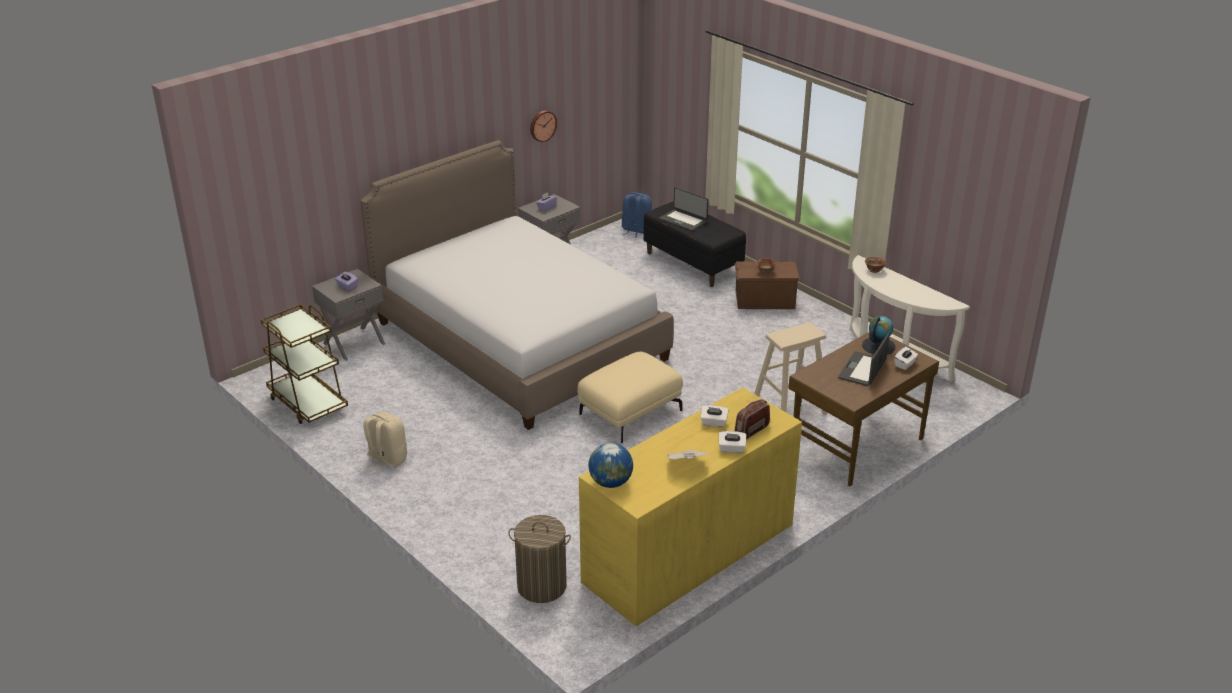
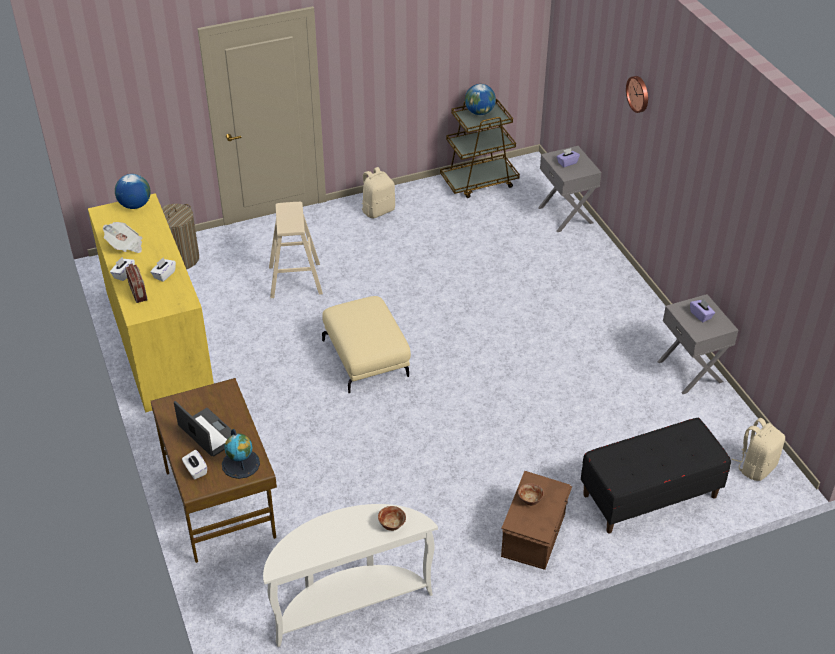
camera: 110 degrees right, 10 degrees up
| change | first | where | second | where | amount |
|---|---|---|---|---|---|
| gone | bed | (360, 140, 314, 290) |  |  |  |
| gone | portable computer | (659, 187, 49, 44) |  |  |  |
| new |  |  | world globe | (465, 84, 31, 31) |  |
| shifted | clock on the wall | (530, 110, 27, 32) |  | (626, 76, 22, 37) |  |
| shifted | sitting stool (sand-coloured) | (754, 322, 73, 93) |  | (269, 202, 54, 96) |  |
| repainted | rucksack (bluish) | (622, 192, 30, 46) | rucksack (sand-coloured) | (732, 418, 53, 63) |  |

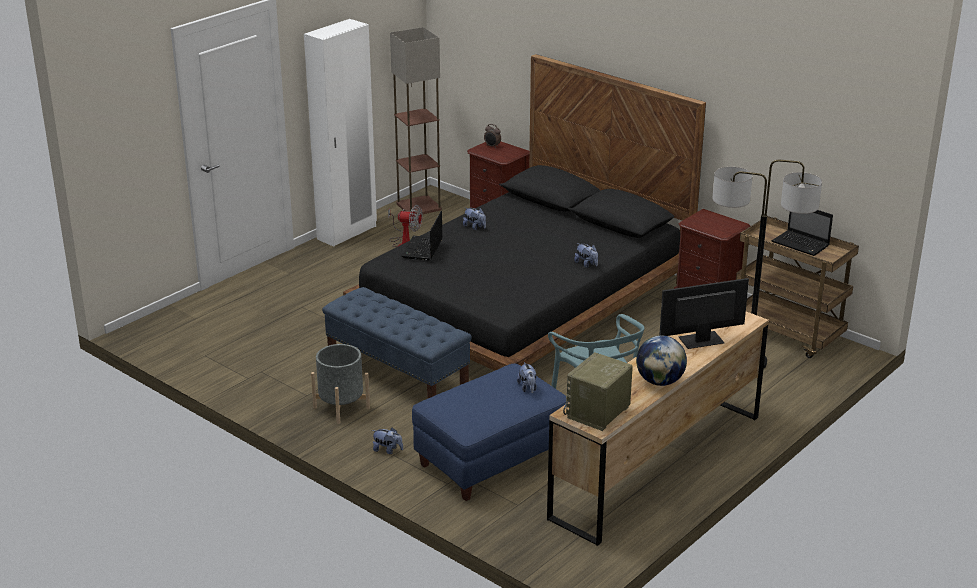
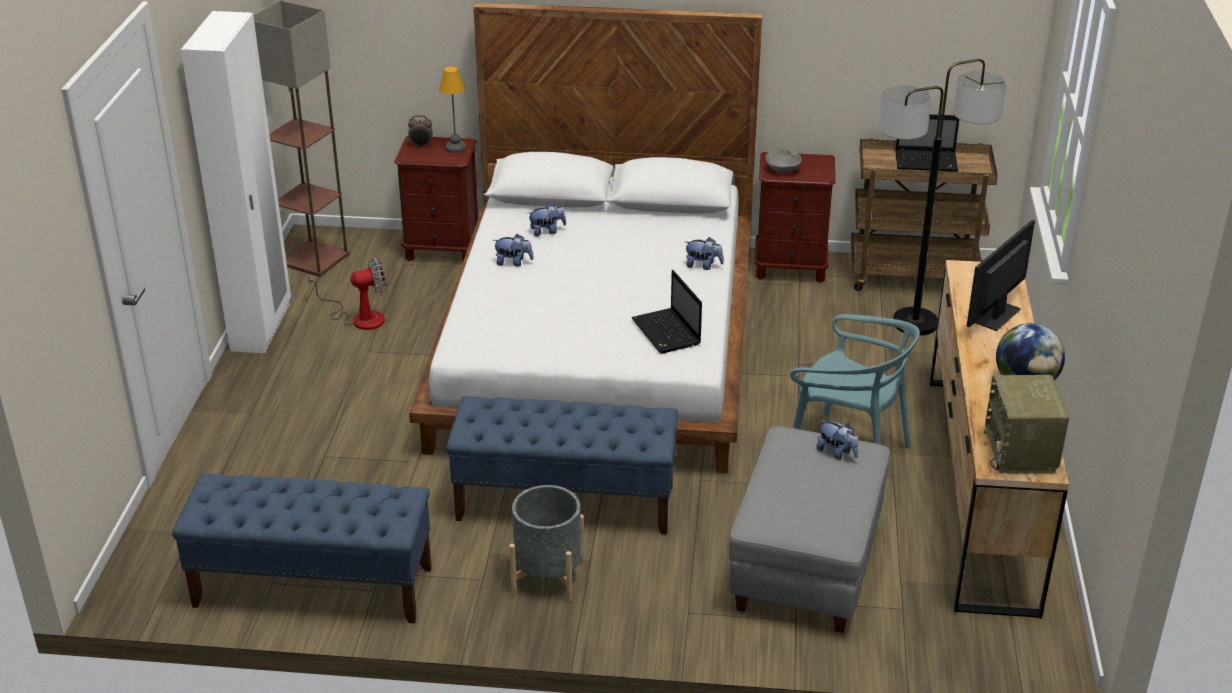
camera: 35 degrees left, 5 degrees up
| change | first | where | second | where | amount |
|---|---|---|---|---|---|
| new |  |  | indoor bench (bluish) | (172, 473, 260, 151) |  |
| new |  |  | lamp for a table | (440, 67, 26, 86) |  |
| new |  |  | bowl (gray) | (765, 149, 36, 24) |  |
| shifted | cuddly toy | (372, 427, 31, 27) |  | (529, 203, 37, 33) |  |
| shifted | portable computer | (402, 211, 40, 50) |  | (631, 270, 71, 84) |  |
| repainted | bed (blackish) | (343, 54, 363, 317) | bed (whitish) | (409, 3, 353, 470) |  |
| repainted | pouffe (bluish) | (412, 363, 154, 138) | pouffe (gray) | (729, 426, 161, 207) |  |

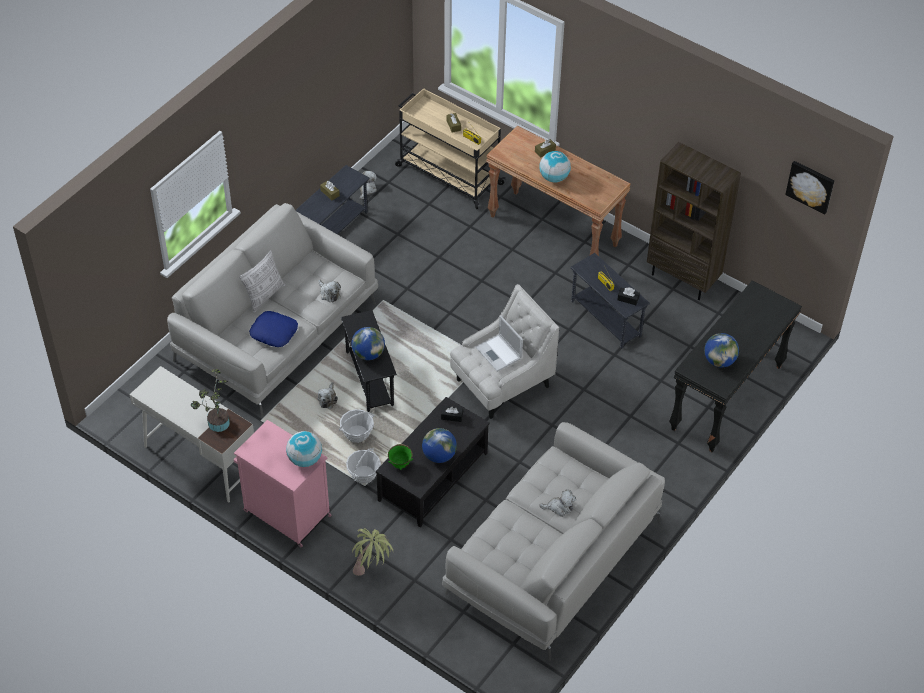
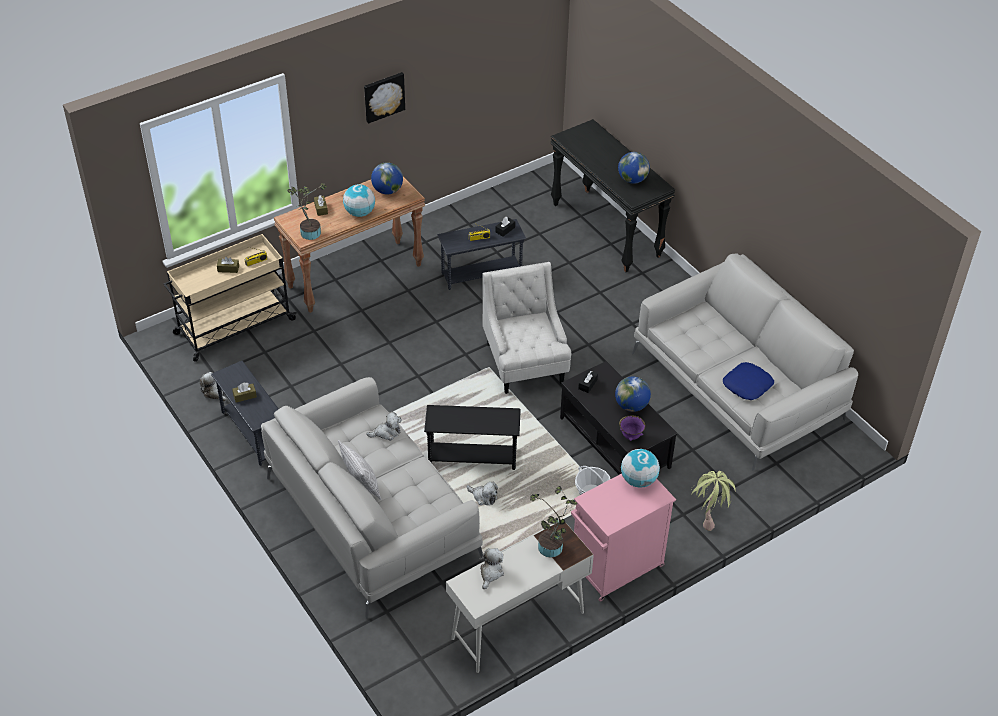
camera: 70 degrees left, 5 degrees down
| change | first | where | second | where | amount |
|---|---|---|---|---|---|
| gone | household basket | (339, 409, 35, 34) |  |  |  |
| gone | portable computer | (476, 315, 47, 57) |  |  |  |
| gone | bookshelf (brown-coloured) | (647, 142, 94, 158) |  |  |  |
| new |  |  | potted plant | (287, 183, 39, 57) |  |
| shifted | throw pillow (bluish) | (249, 311, 49, 36) |  | (723, 362, 51, 38) |  |
| shifted | world globe | (352, 327, 33, 33) |  | (371, 162, 32, 33) |  |
| shifted | cuddly toy | (539, 489, 37, 28) |  | (479, 548, 25, 41) |  |
| shifted | wall art | (785, 161, 50, 53) |  | (364, 72, 41, 52) |  |
| repainted | bowl (green-coloured) | (388, 444, 25, 26) | bowl (purplish) | (619, 415, 27, 26) |  |

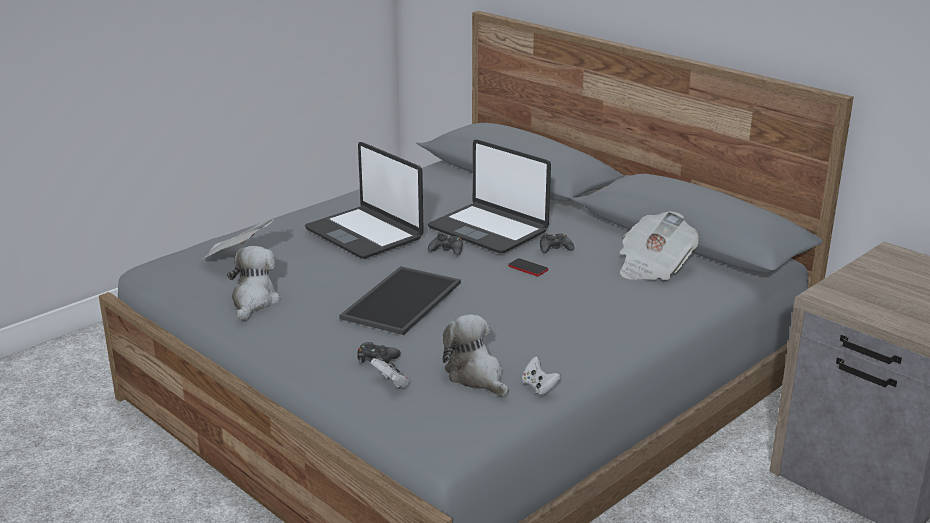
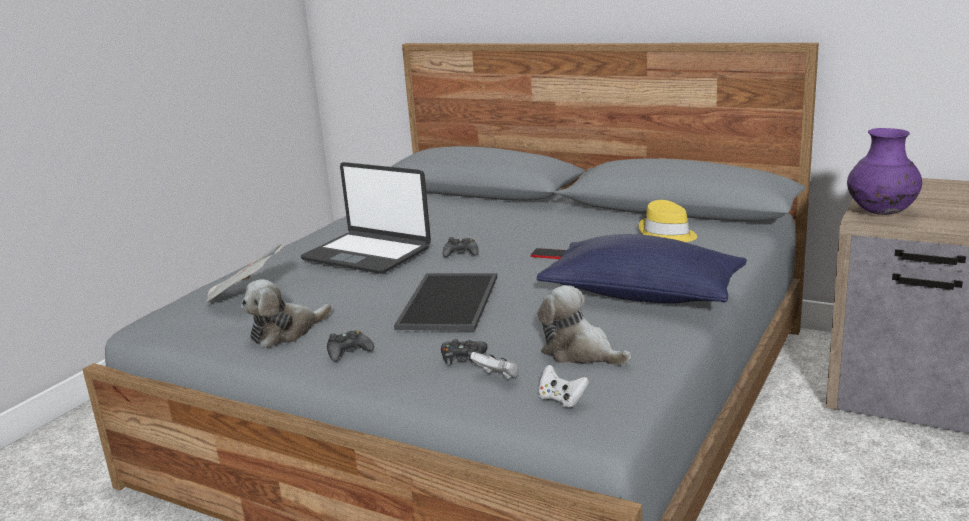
camera: 15 degrees left, 5 degrees down
| change | first | where | second | where | amount |
|---|---|---|---|---|---|
| gone | portable computer | (428, 139, 123, 114) |  |  |  |
| new |  |  | throw pillow (bluish) | (536, 234, 211, 69) |  |
| new |  |  | flower vase (purplish) | (847, 128, 75, 87) |  |
| shifted | joypad (whitish) | (522, 356, 39, 39) |  | (539, 364, 50, 44) |  |
| shifted | joypad (blackish) | (540, 233, 34, 20) |  | (327, 330, 47, 31) |  |
| swapped | printed paper | (619, 211, 80, 70) | hat (yellow-coloured) | (639, 200, 58, 42) |  |
| rotated | cuddly toy | (227, 246, 53, 75) |  | (241, 279, 91, 69) | 120 degrees counterclockwise |

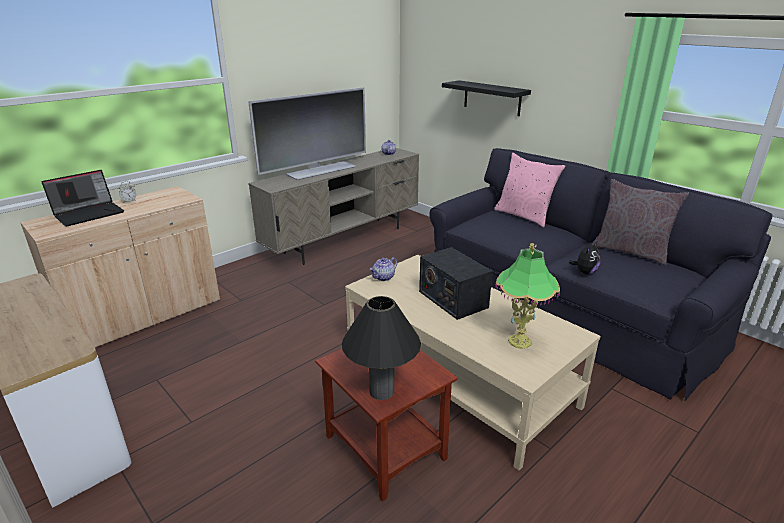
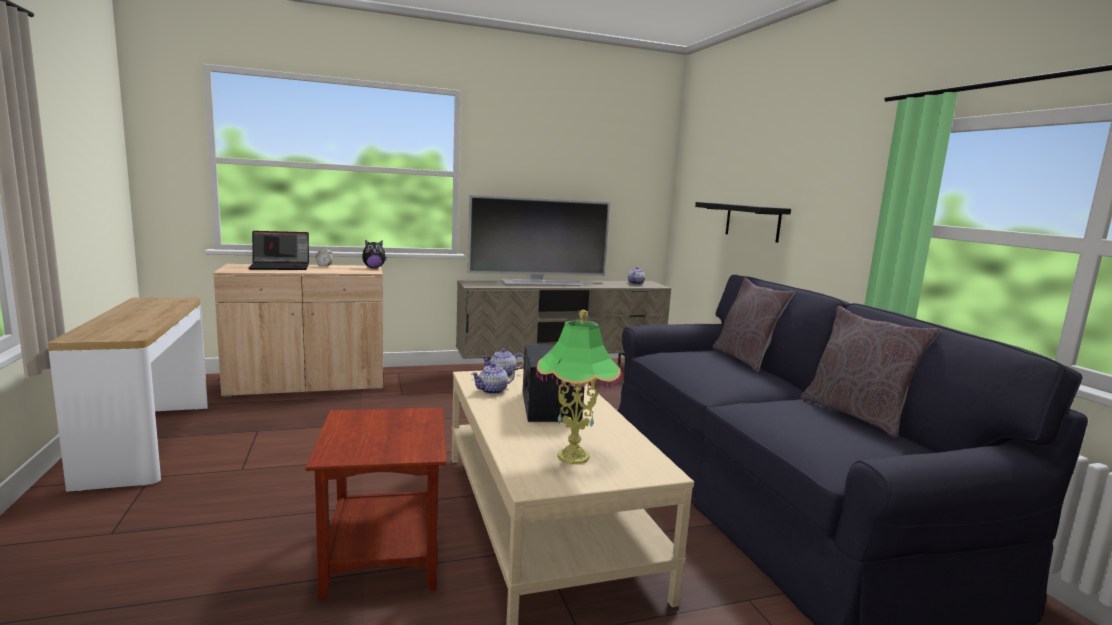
camera: 25 degrees right, 15 degrees down
| change | first | where | second | where | amount |
|---|---|---|---|---|---|
| gone | lamp for a table (blackish) | (342, 296, 79, 104) |  |  |  |
| new |  |  | tea pot | (471, 363, 44, 31) |  |
| shifted | cuddly toy | (569, 242, 32, 32) |  | (362, 240, 25, 28) |  |
| repainted | throw pillow (pink) | (494, 153, 71, 74) | throw pillow (gray) | (713, 278, 82, 94) |  |

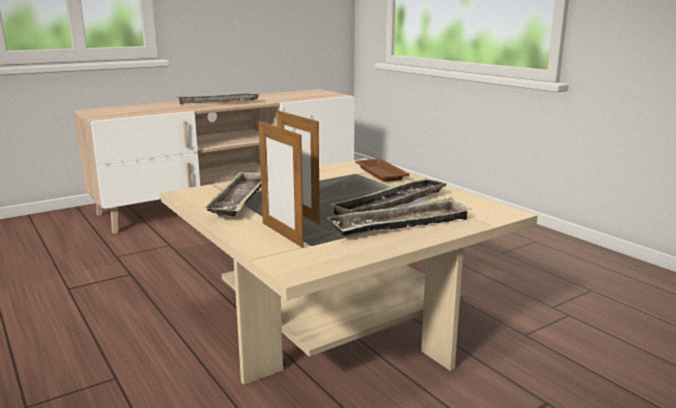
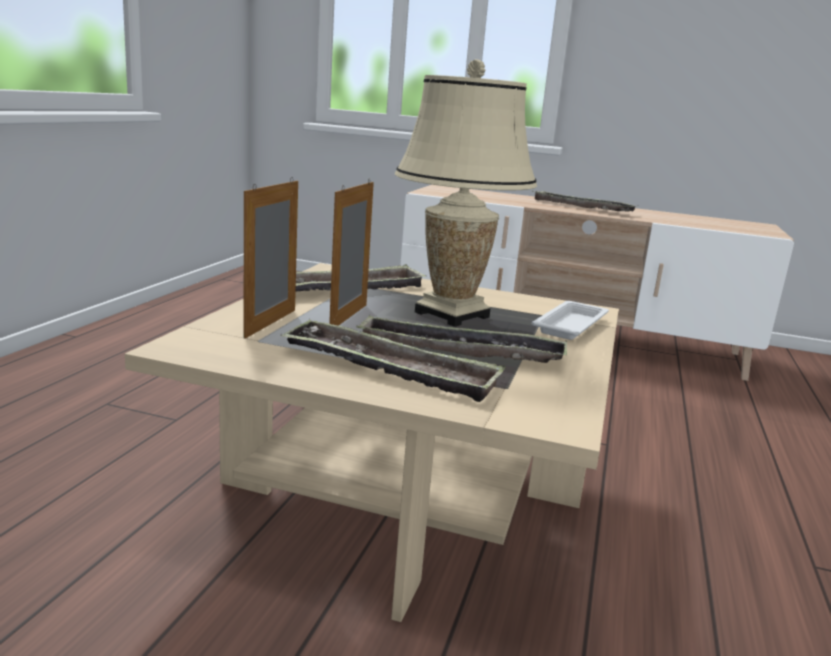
camera: 50 degrees right, 0 degrees up
| change | first | where | second | where | amount |
|---|---|---|---|---|---|
| new |  |  | lamp for a table (sand-coloured) | (395, 59, 142, 268) |  |
| repainted | carrying tray (brown-coloured) | (355, 159, 54, 23) | carrying tray (whitish) | (532, 301, 77, 39) |  |

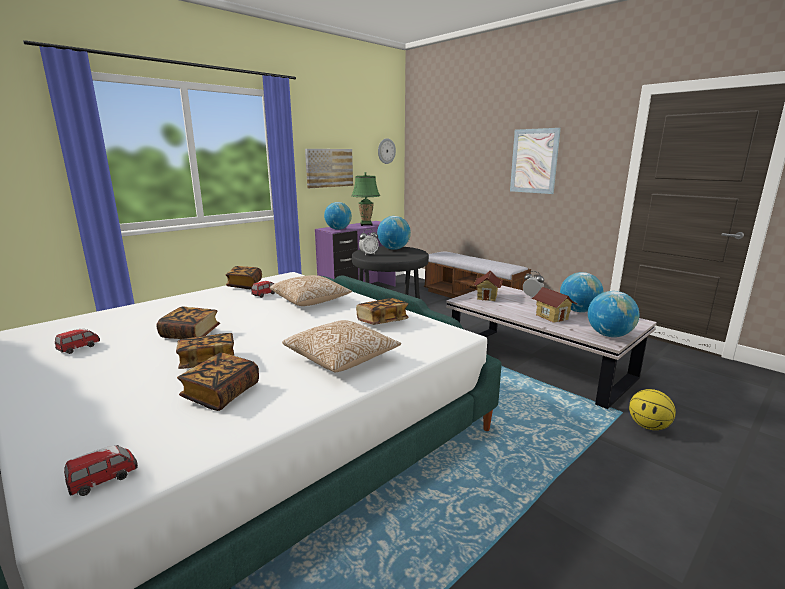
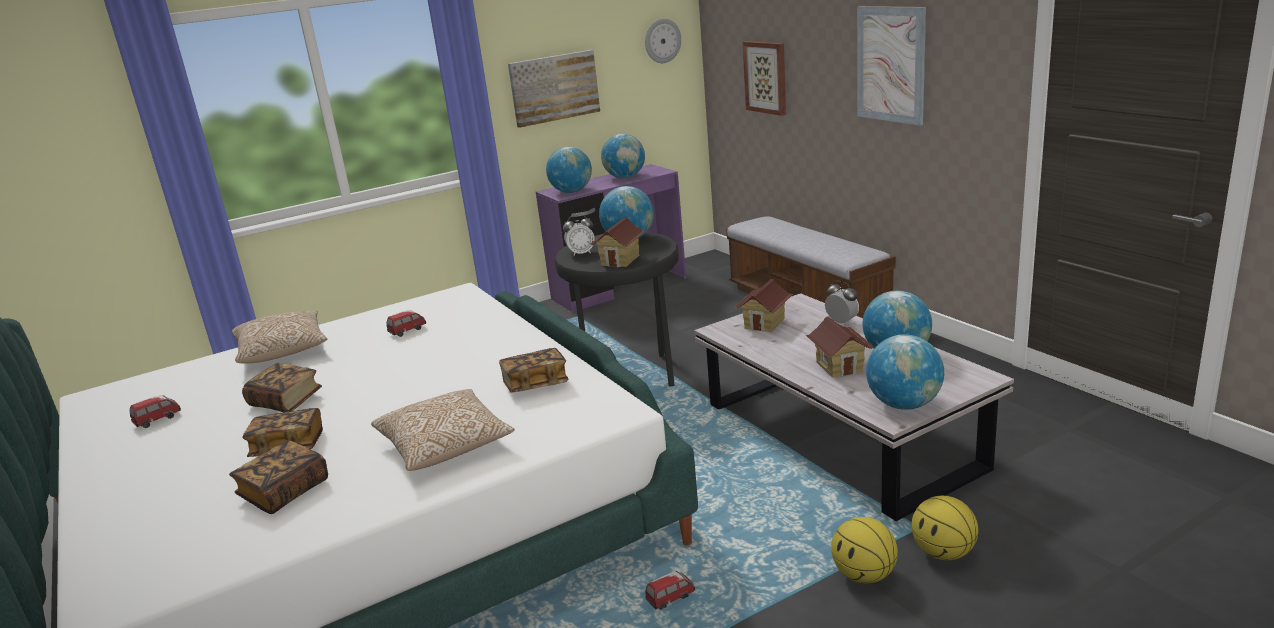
camera: 15 degrees right, 5 degrees up
| change | first | where | second | where | amount |
|---|---|---|---|---|---|
| gone | book | (226, 266, 36, 23) |  |  |  |
| new |  |  | model house | (590, 217, 55, 50) |  |
| new |  |  | wall art | (743, 41, 43, 75) |  |
| new |  |  | basketball ball | (831, 517, 67, 66) |  |
| shifted | model car | (64, 445, 74, 51) |  | (645, 571, 50, 39) |  |
| shifted | throw pillow | (270, 275, 82, 31) |  | (232, 311, 95, 52) |  |
| swapped | lamp for a table (green-coloured) | (351, 172, 29, 54) | world globe | (601, 134, 44, 44) |  |

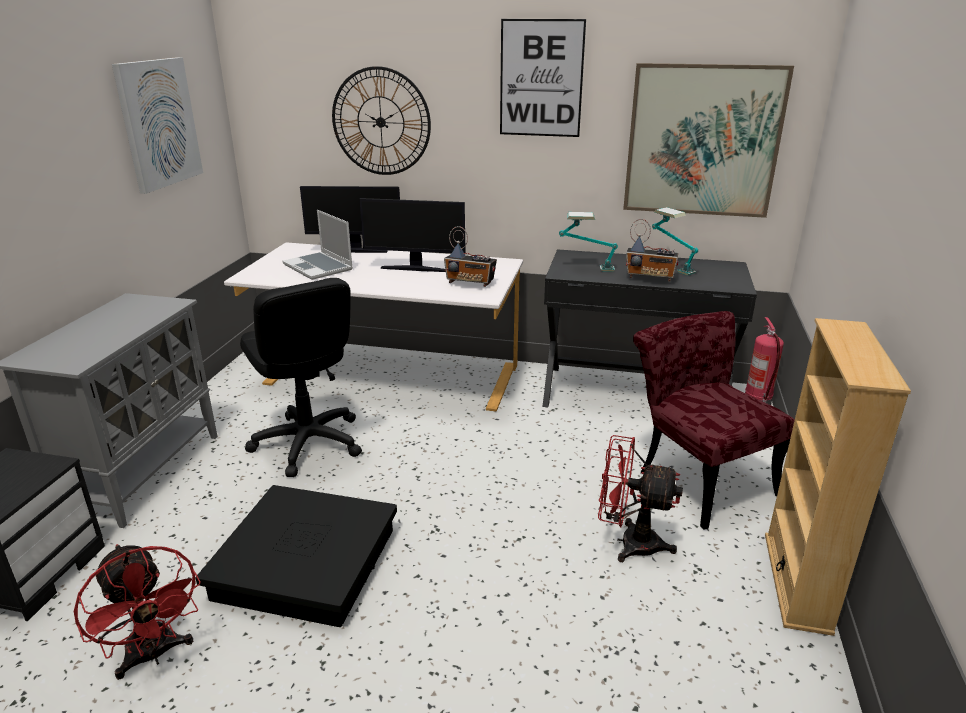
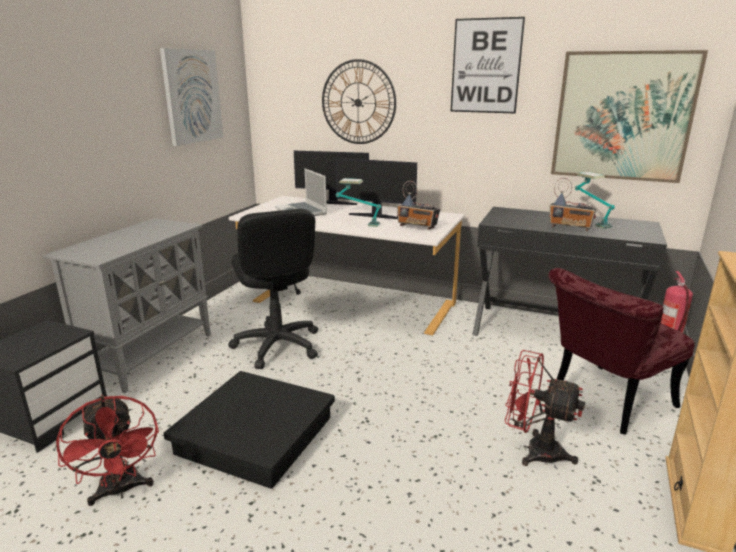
camera: 10 degrees right, 5 degrees down
| change | first | where | second | where | amount |
|---|---|---|---|---|---|
| shifted | lamp for a table | (559, 212, 59, 60) |  | (336, 178, 45, 49) |  |
| rotated | chair (red) | (633, 311, 162, 219) |  | (548, 268, 147, 167) | 105 degrees counterclockwise |

